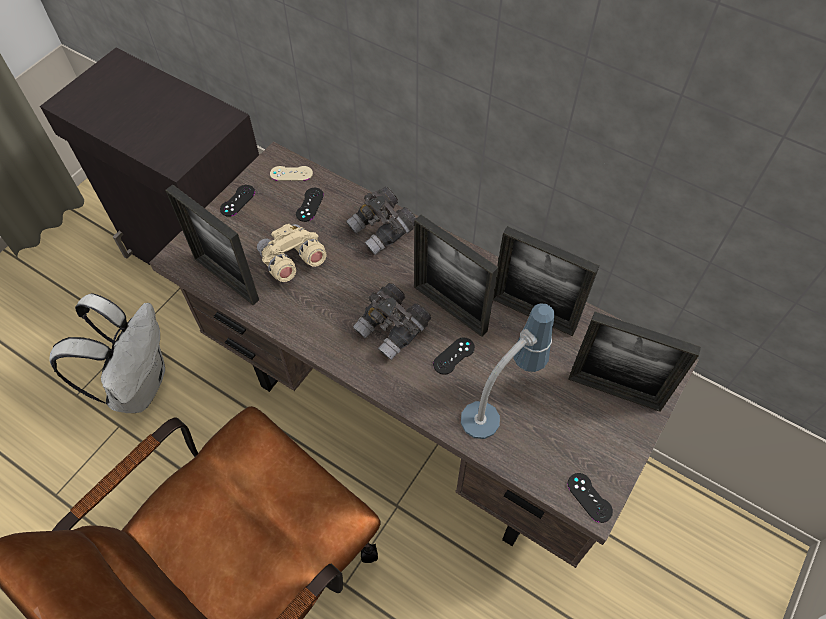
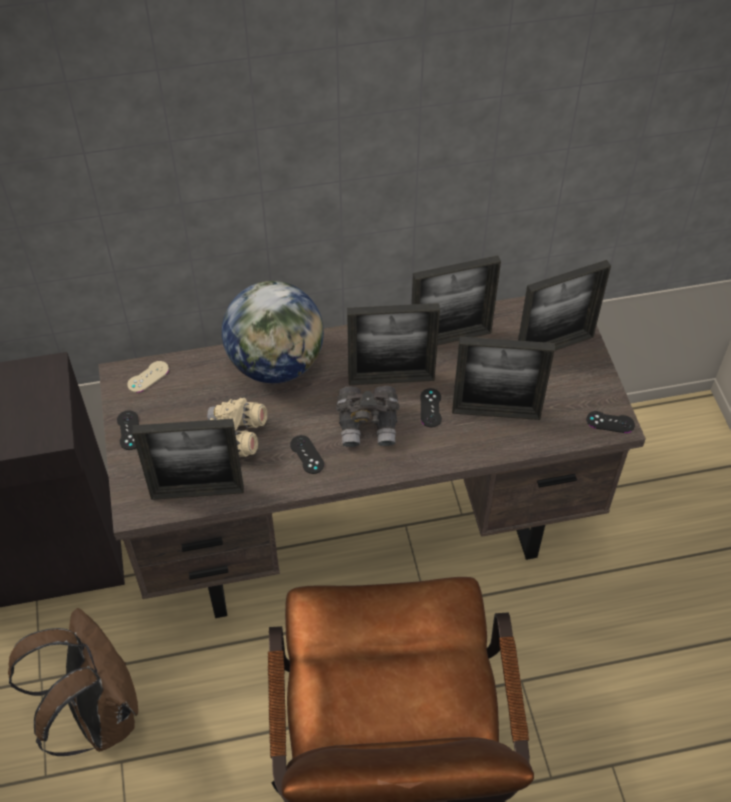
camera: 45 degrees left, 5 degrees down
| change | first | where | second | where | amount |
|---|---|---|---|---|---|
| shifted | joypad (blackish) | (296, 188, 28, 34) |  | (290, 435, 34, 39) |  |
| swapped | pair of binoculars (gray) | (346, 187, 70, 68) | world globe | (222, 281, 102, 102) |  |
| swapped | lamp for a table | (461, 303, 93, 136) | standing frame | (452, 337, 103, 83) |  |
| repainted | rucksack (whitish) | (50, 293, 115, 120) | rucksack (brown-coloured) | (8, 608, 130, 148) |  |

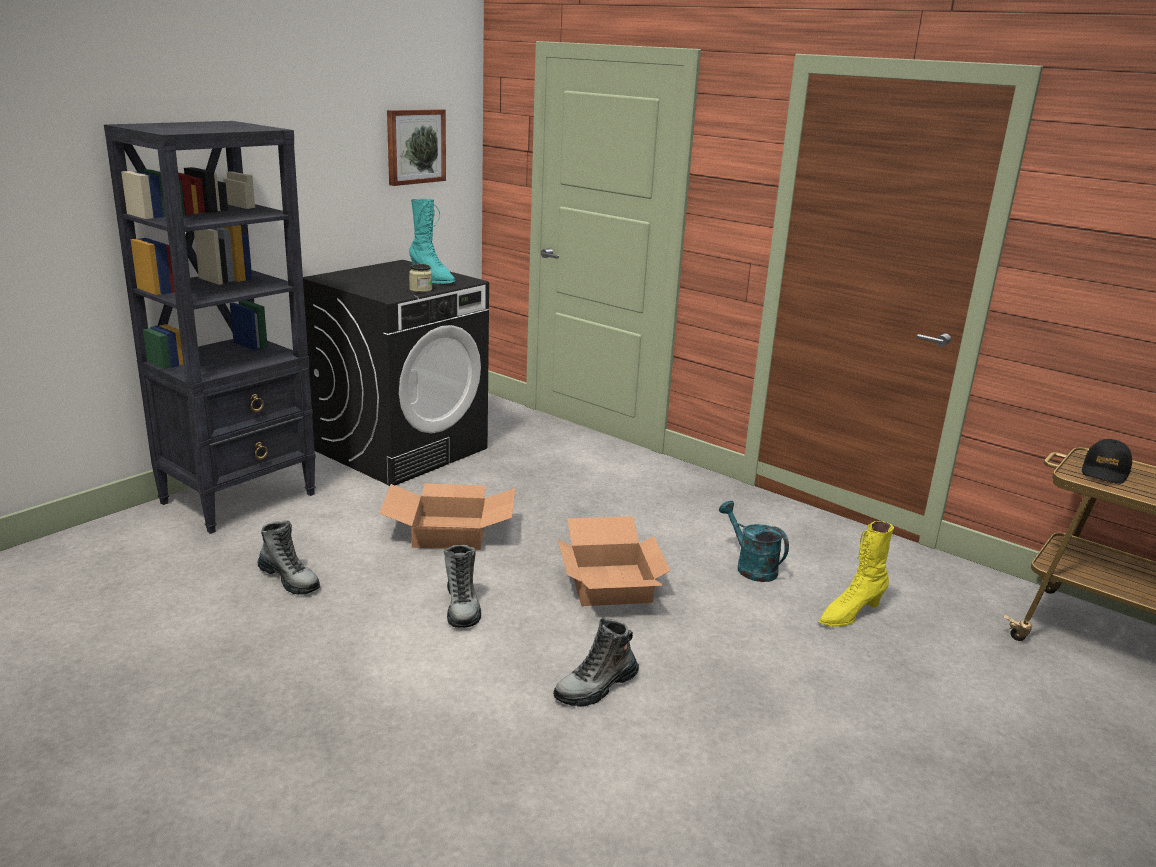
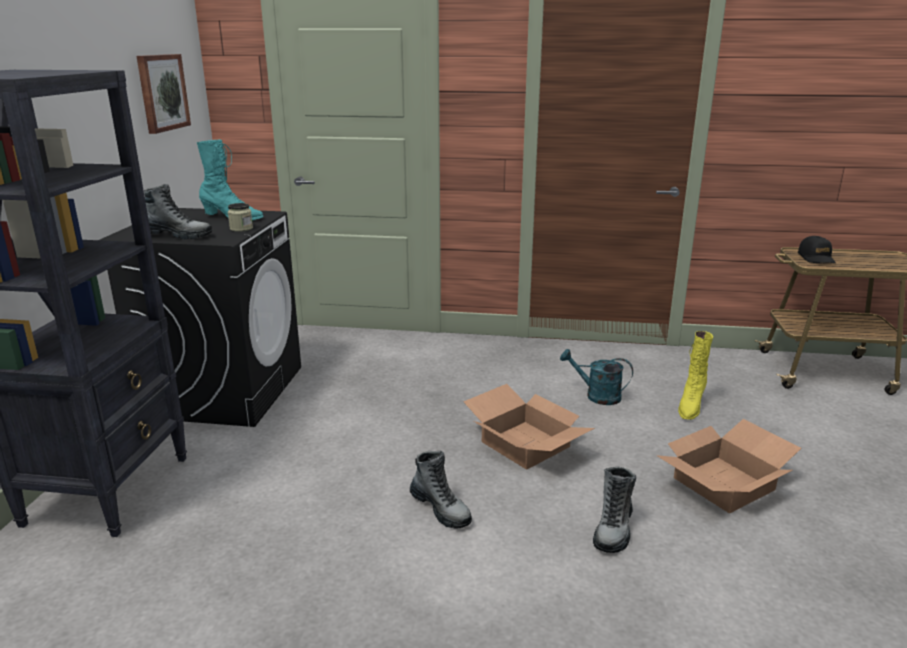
camera: 30 degrees left, 0 degrees up
| change | first | where | second | where | amount |
|---|---|---|---|---|---|
| shifted | tall boot | (258, 520, 62, 75) |  | (144, 184, 68, 55) |  |
| shifted | cardboard box | (379, 483, 136, 67) |  | (656, 419, 145, 94) |  |

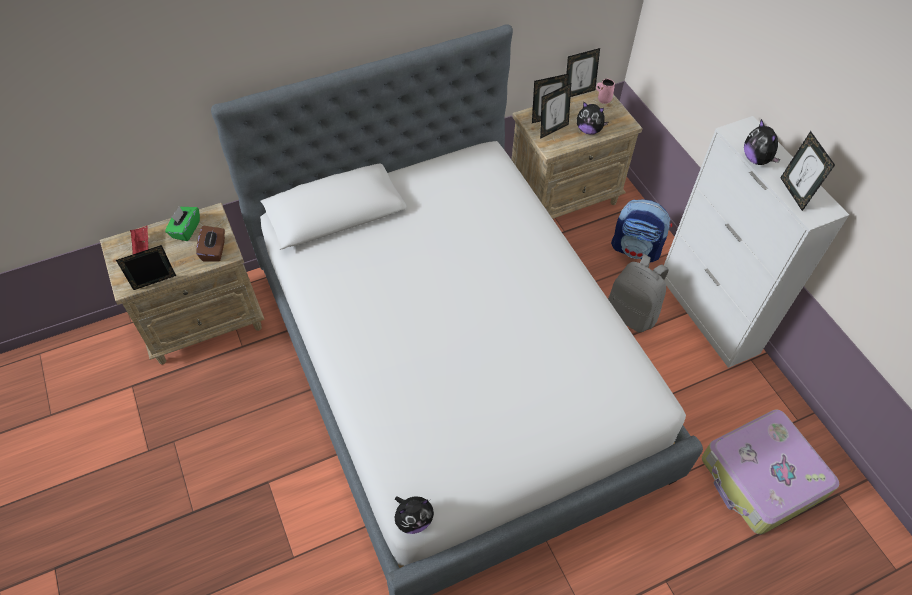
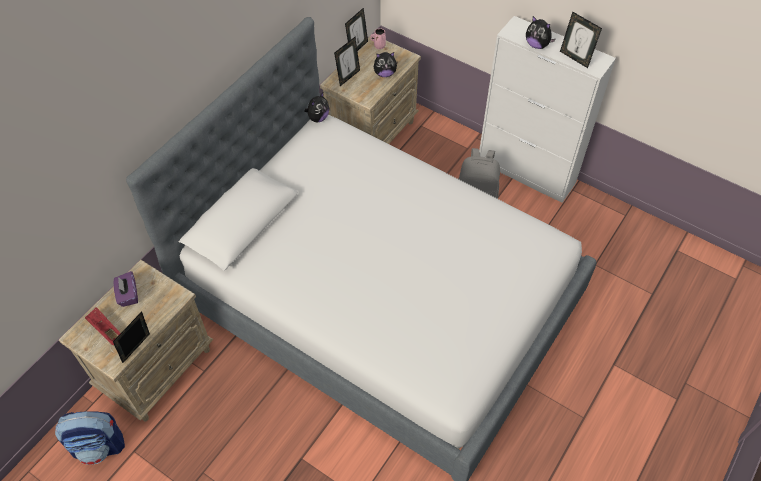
camera: 30 degrees left, 0 degrees up
| change | first | where | second | where | amount |
|---|---|---|---|---|---|
| gone | box of tissues (brown-coloured) | (196, 225, 29, 37) |  |  |  |
| gone | standing frame | (540, 83, 31, 56) |  |  |  |
| gone | travel case | (702, 409, 137, 125) |  |  |  |
| shifted | cuddly toy | (394, 496, 40, 38) |  | (304, 91, 26, 31) |  |
| shifted | rucksack | (611, 199, 61, 63) |  | (55, 411, 70, 54) |  |
| repainted | box of tissues (green-coloured) | (165, 206, 35, 35) | box of tissues (purplish) | (114, 271, 24, 36) |  |

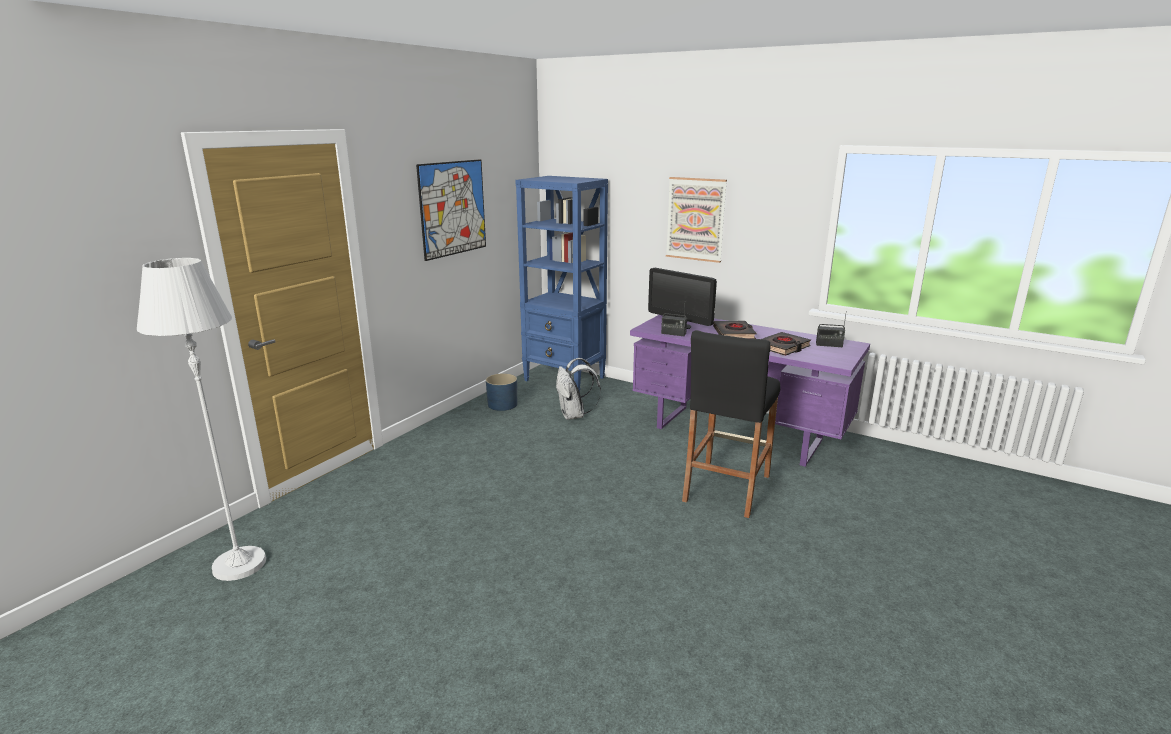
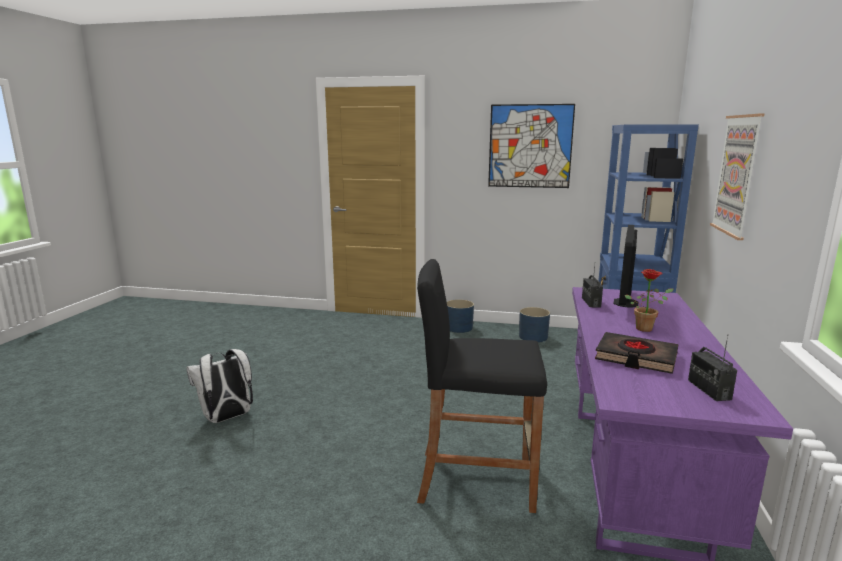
camera: 70 degrees right, 5 degrees down
| change | first | where | second | where | amount |
|---|---|---|---|---|---|
| gone | standard lamp (whitish) | (137, 258, 129, 323) |  |  |  |
| new |  |  | plant pot (bluish) | (447, 299, 27, 34) |  |
| shifted | rucksack (whitish) | (556, 358, 45, 62) |  | (186, 349, 67, 74) |  |
| swapped | book (blackish) | (713, 321, 43, 18) | potted plant | (625, 269, 49, 63) |  |

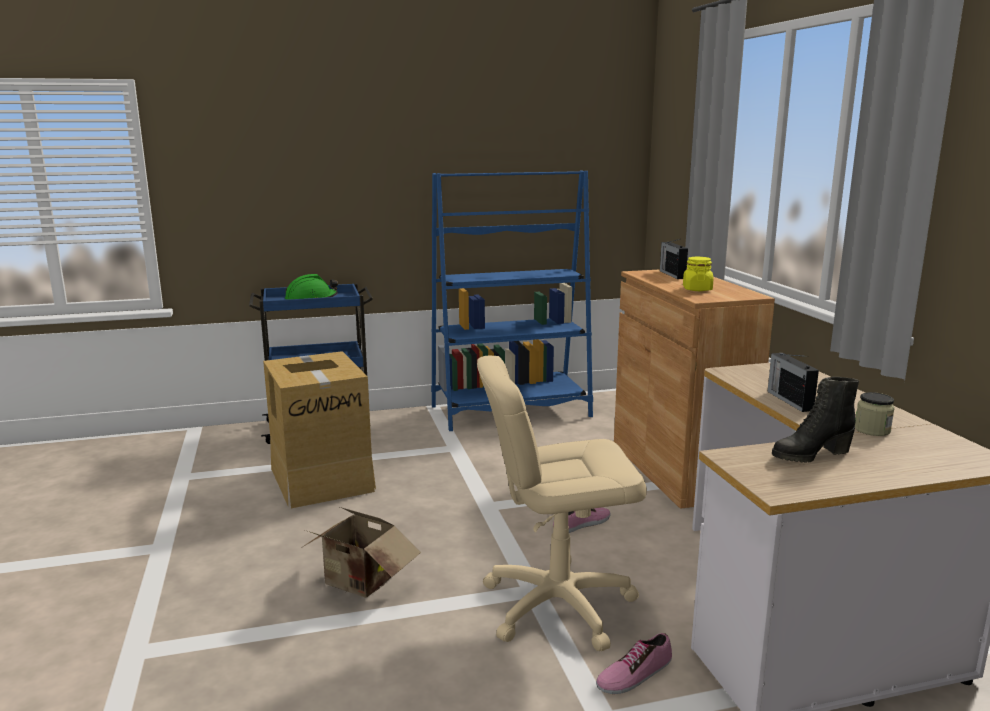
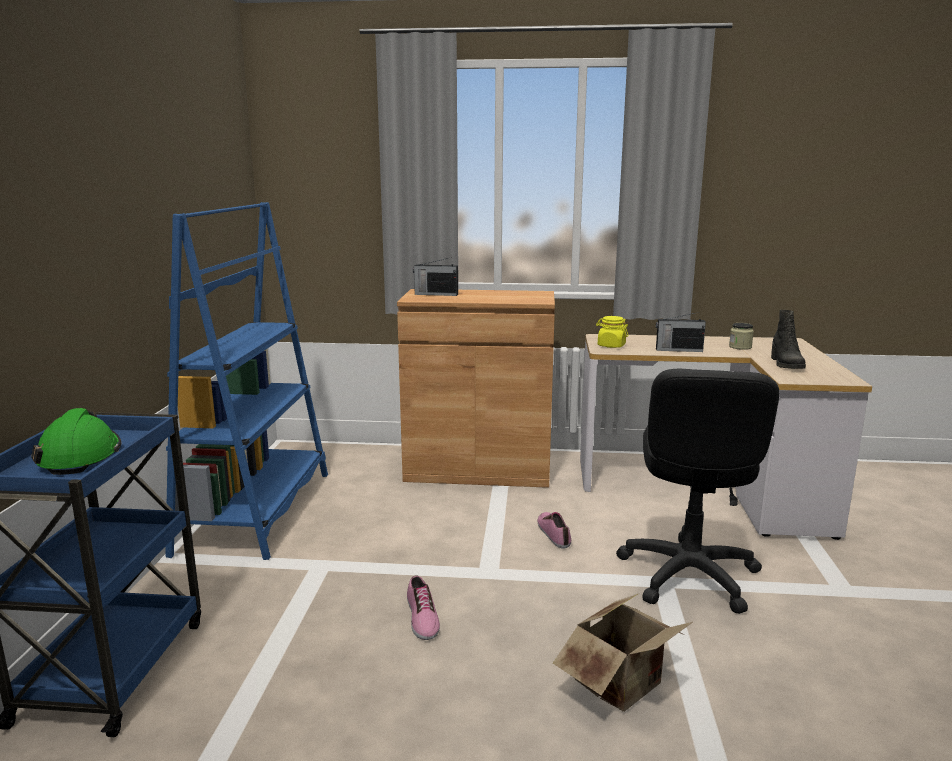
camera: 70 degrees left, 0 degrees up
| change | first | where | second | where | amount |
|---|---|---|---|---|---|
| gone | cardboard box | (263, 351, 113, 157) |  |  |  |
| shifted | low shoe | (596, 633, 76, 61) |  | (407, 576, 33, 64) |  |
| shifted | storage jar (yellow-coloured) | (683, 257, 30, 34) |  | (596, 316, 32, 32) |  |
| repainted | office chair (sand-coloured) | (477, 356, 170, 295) | office chair (blackish) | (616, 369, 164, 245) |  |

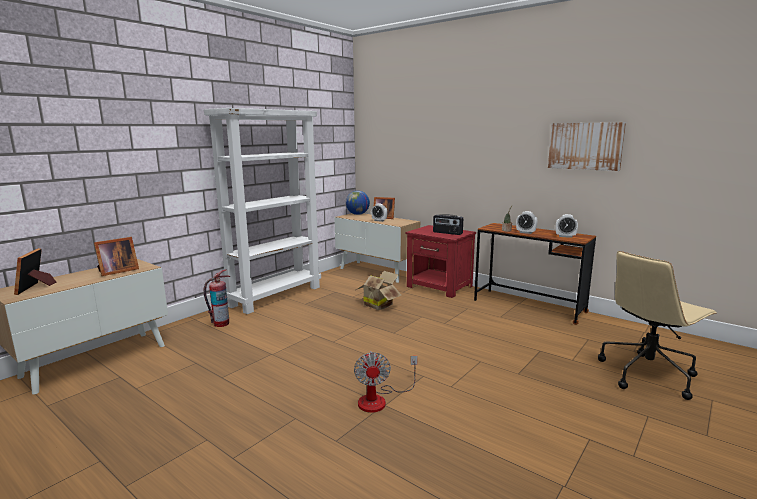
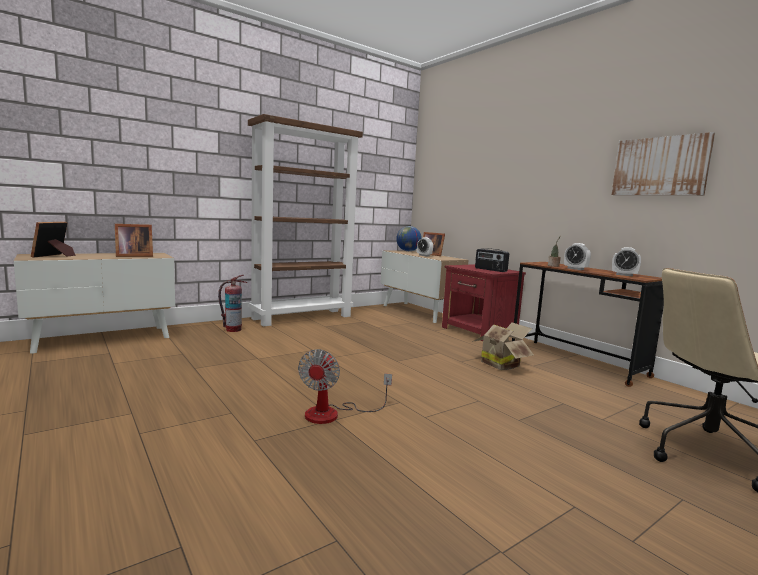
camera: 15 degrees right, 5 degrees down
| change | first | where | second | where | amount |
|---|---|---|---|---|---|
| shifted | cardboard box | (356, 271, 45, 39) |  | (472, 323, 62, 47) |  |
| repainted | bookshelf (whitish) | (204, 108, 117, 206) | bookshelf (brown-coloured) | (248, 114, 115, 212) |  |

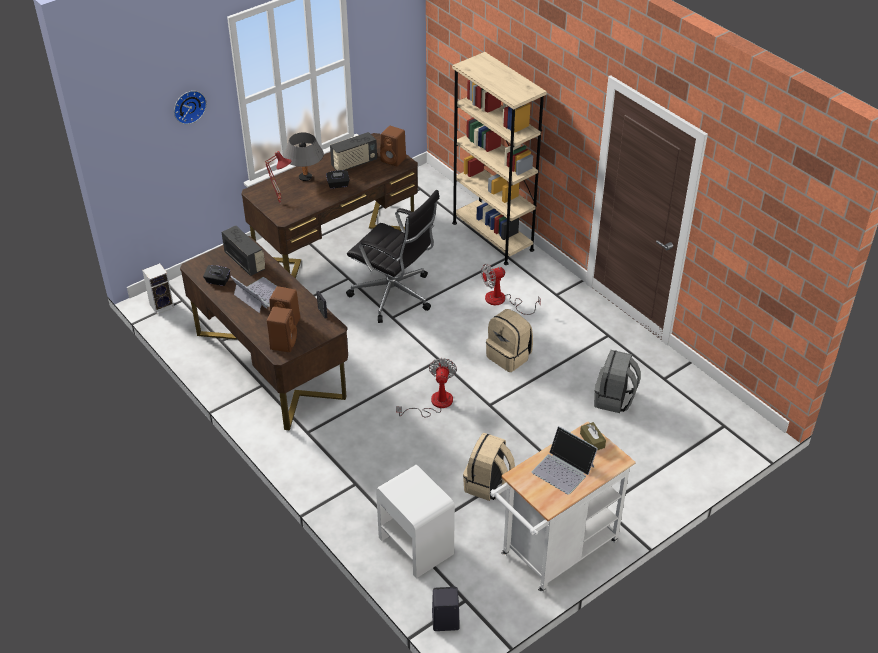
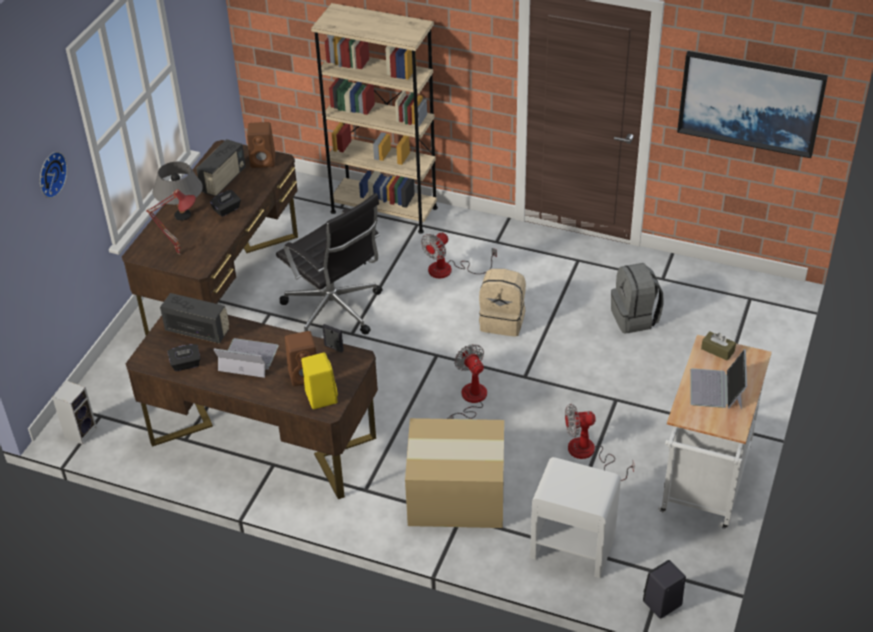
camera: 30 degrees left, 0 degrees up
| change | first | where | second | where | amount |
|---|---|---|---|---|---|
| new |  |  | cardboard box | (405, 418, 99, 110) |  |
| new |  |  | wall art | (677, 51, 151, 107) |  |
| swapped | rucksack (sand-coloured) | (463, 433, 52, 68) | cooling fan | (565, 404, 70, 77) |  |
| repainted | audio speaker (brown-coloured) | (267, 307, 30, 45) | audio speaker (yellow-coloured) | (301, 352, 37, 57) |  |
| rotated | office chair (blackish) | (346, 190, 94, 133) |  | (276, 193, 106, 141) | 45 degrees clockwise |
| rotated | portable computer | (531, 426, 67, 69) |  | (691, 349, 56, 60) | 90 degrees clockwise |

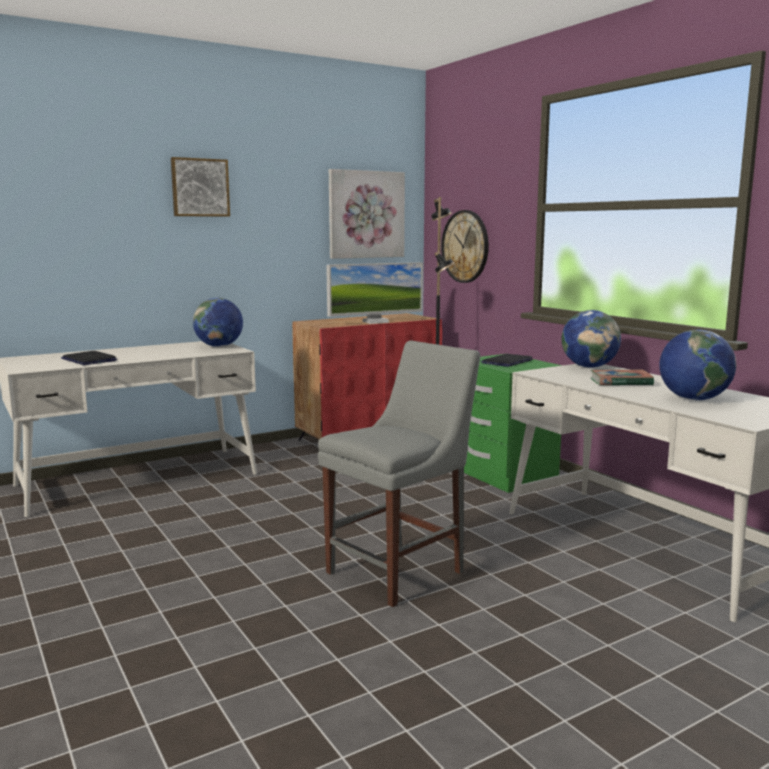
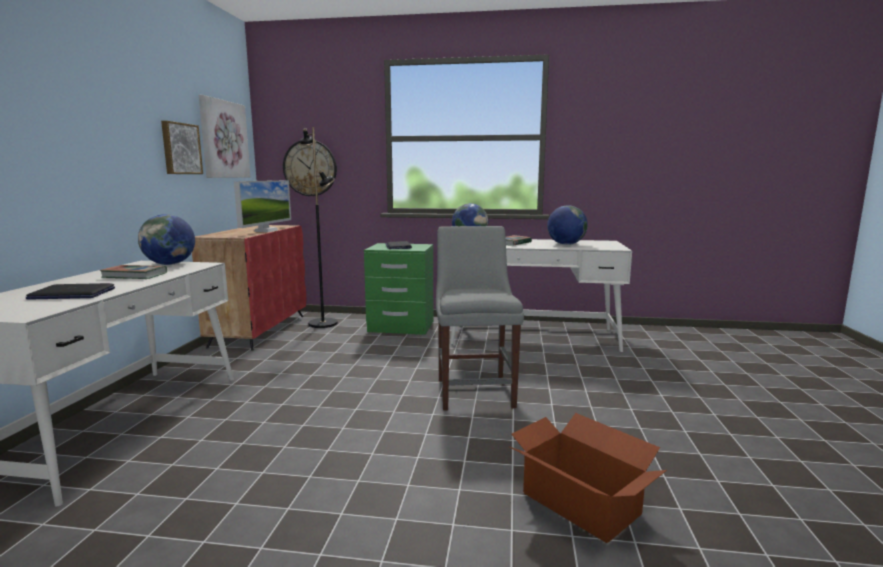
camera: 50 degrees left, 0 degrees up
| change | first | where | second | where | amount |
|---|---|---|---|---|---|
| new |  |  | book | (100, 265, 67, 14) |  |
| new |  |  | cardboard box | (510, 413, 157, 130) |  |
| shifted | wall art | (171, 157, 59, 60) |  | (161, 121, 42, 53) |  |

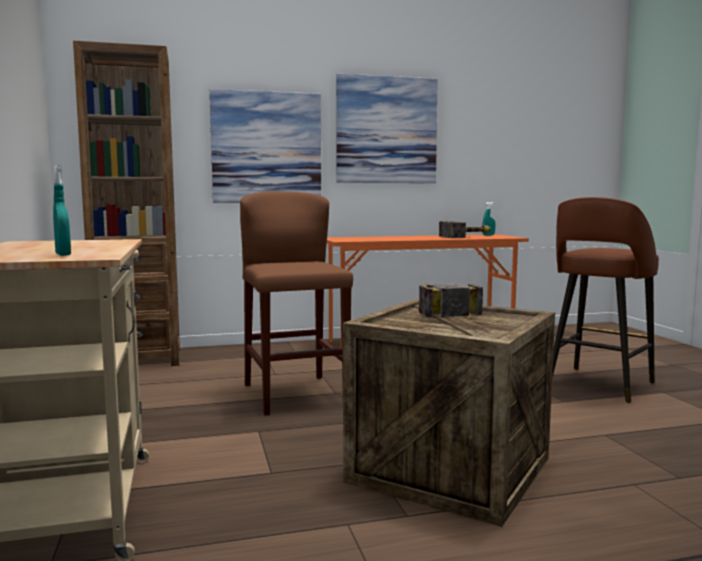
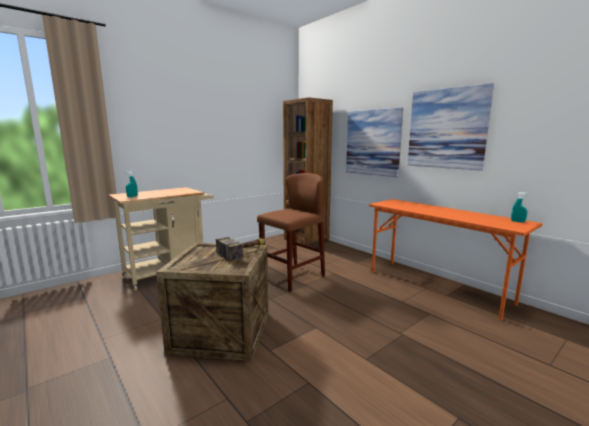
camera: 65 degrees right, 5 degrees up
| change | first | where | second | where | amount |
|---|---|---|---|---|---|
| gone | hammer | (439, 221, 52, 17) |  |  |  |
| gone | sitting stool (brown-coloured) | (552, 197, 107, 206) |  |  |  |

